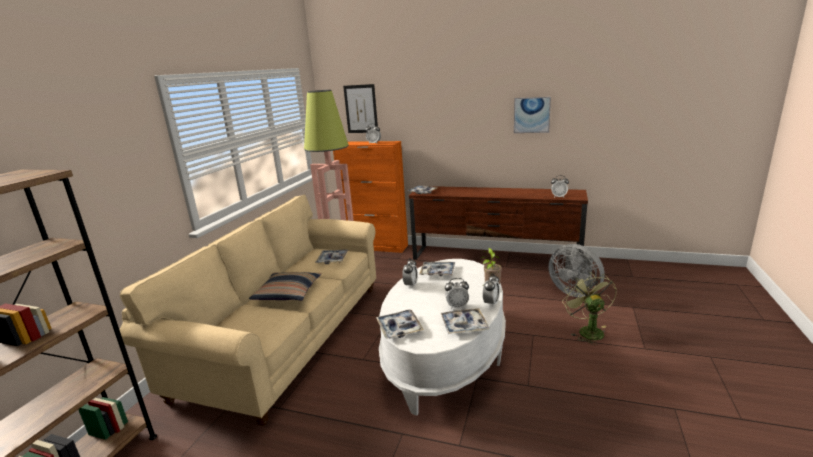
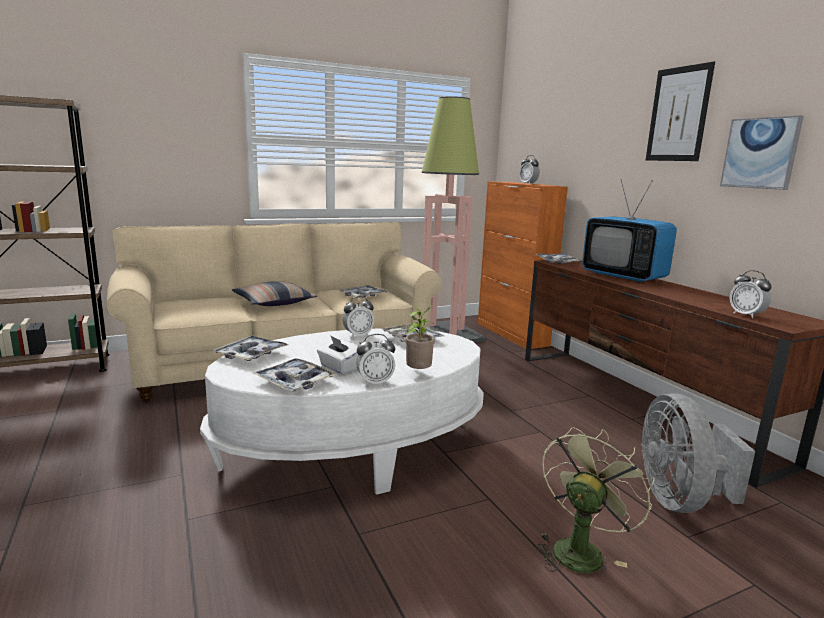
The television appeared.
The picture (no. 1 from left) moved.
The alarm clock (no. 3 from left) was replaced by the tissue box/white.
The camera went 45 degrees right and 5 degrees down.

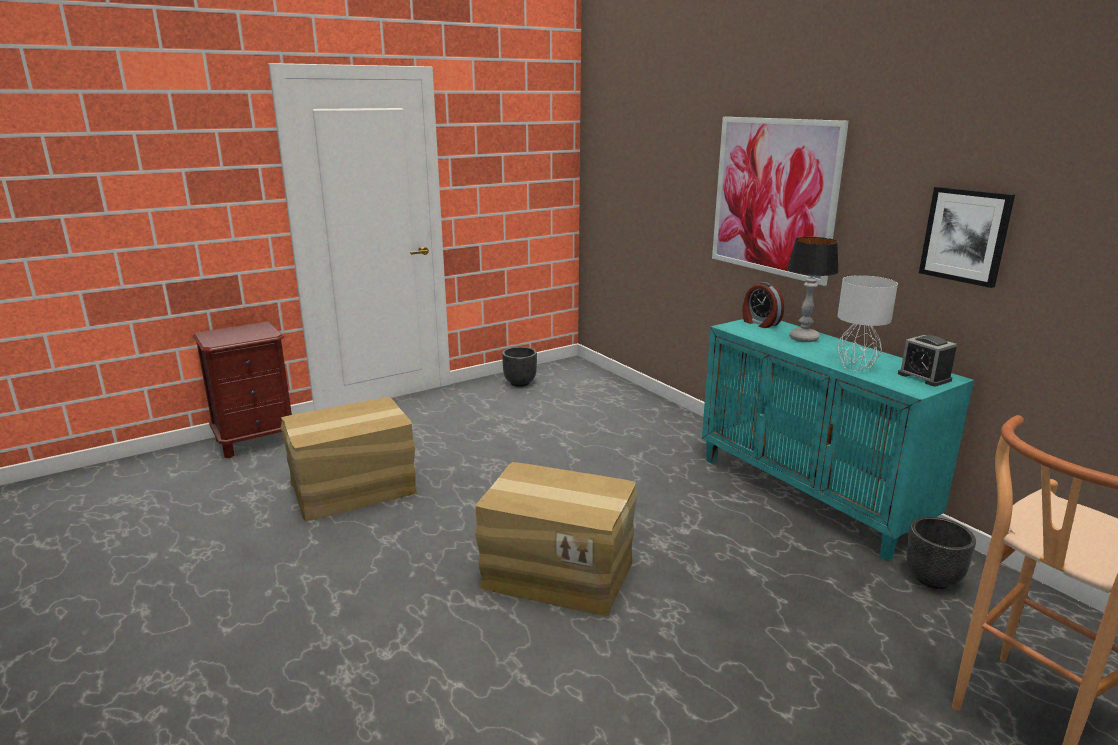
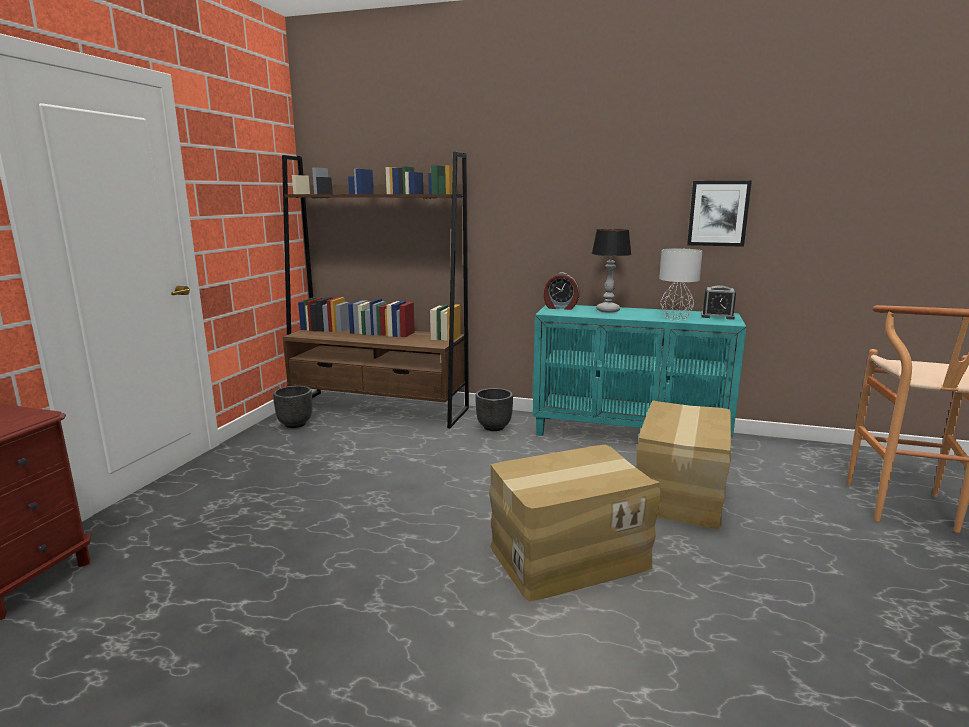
The picture (no. 1 from left) disappeared.
The bookcase/brown appeared.
The cardboard box (no. 1 from left in the first image) moved.
The planter/black (no. 2 from left) moved.
The camera went 40 degrees left and 5 degrees down.

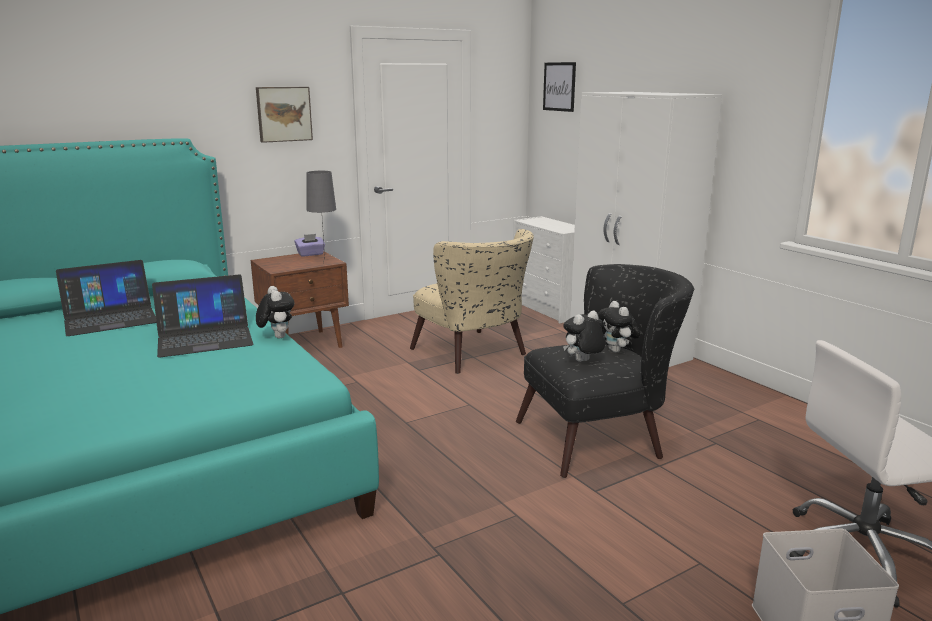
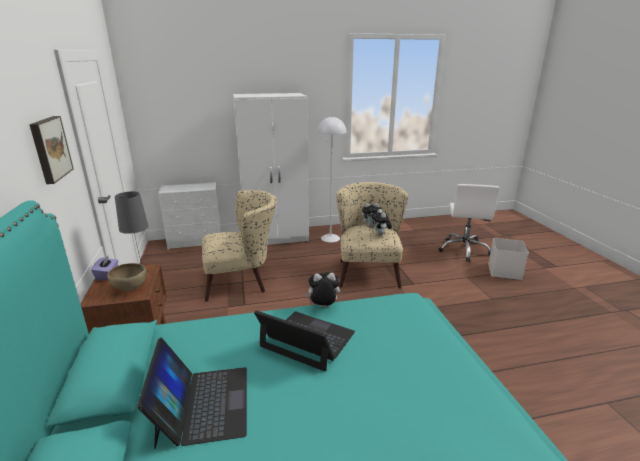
The picture (no. 2 from left) disappeared.
The bowl/brown appeared.
The floor lamp/white appeared.
The armchair/black became the armchair/beige (no. 2 from left).
The laptop (no. 2 from left) turned 60 degrees counterclockwise.
The camera went 70 degrees left and 5 degrees up.

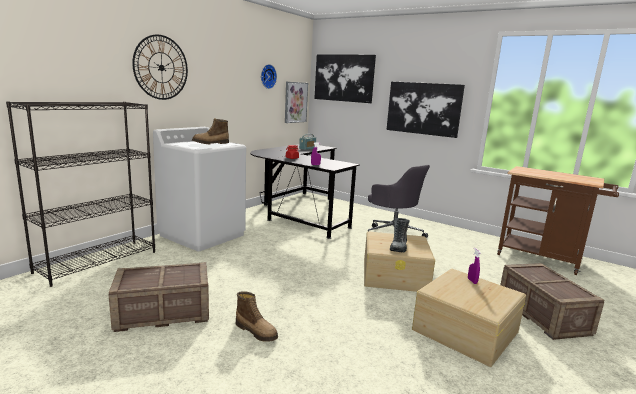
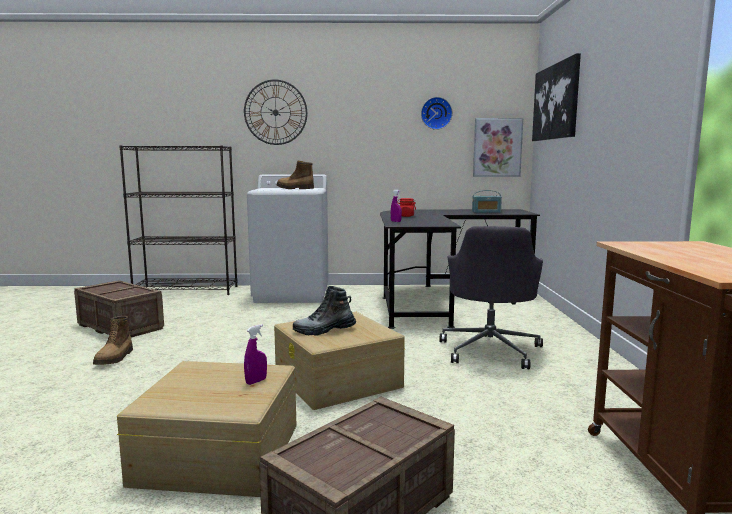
The picture (no. 3 from left) disappeared.
The camera went 55 degrees right and 5 degrees down.

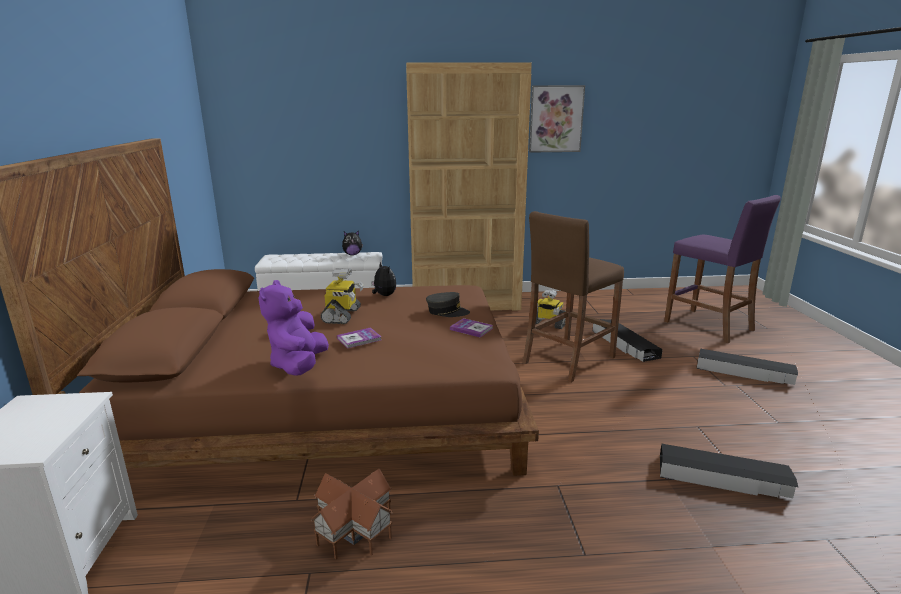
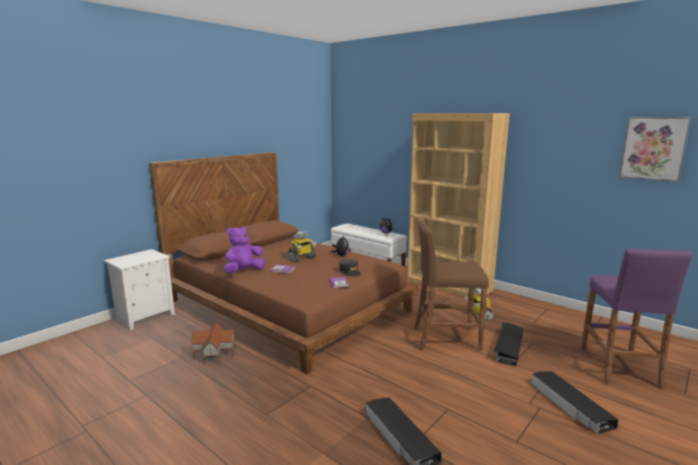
The picture moved.
The camera went 45 degrees right and 5 degrees down.

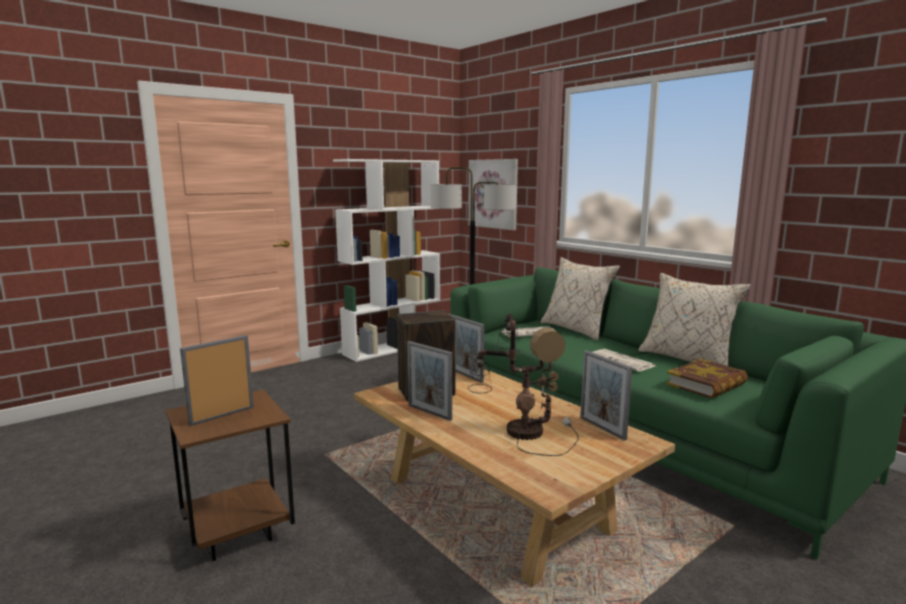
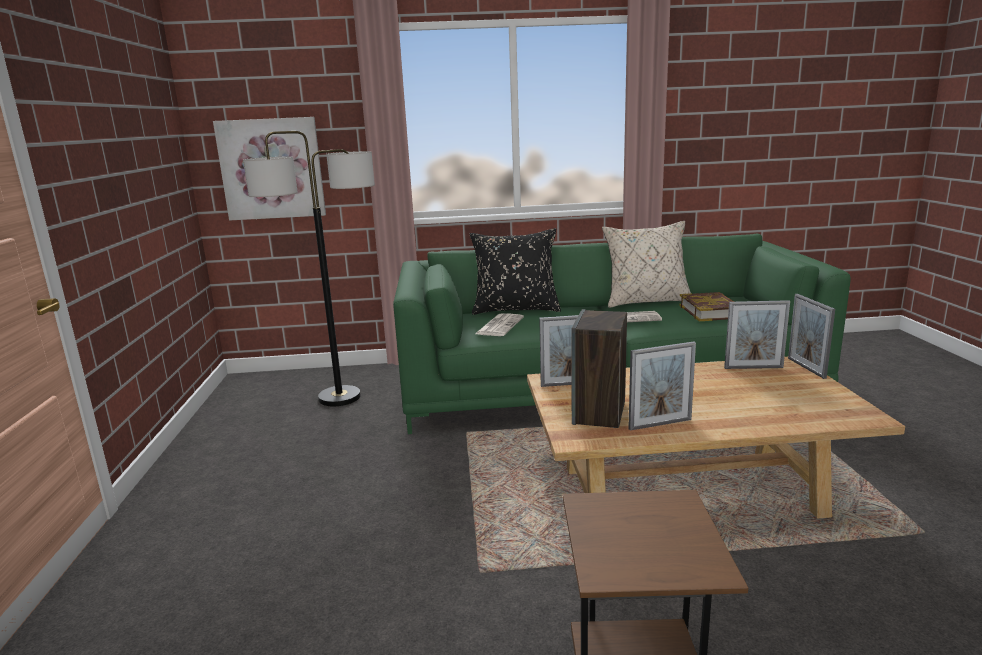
The bookcase/white disappeared.
The table lamp disappeared.
The picture frame (no. 1 from left in the first image) moved.
The pillow/beige (no. 1 from left) became the pillow/black.
The camera went 55 degrees left and 5 degrees up.

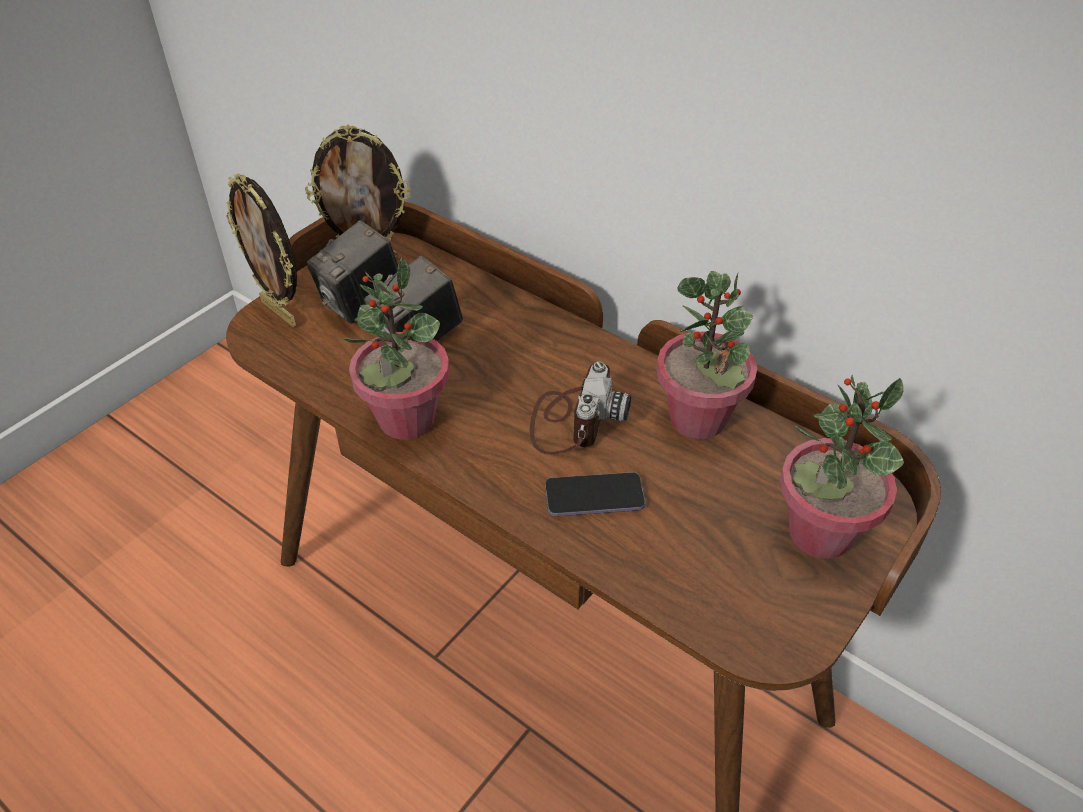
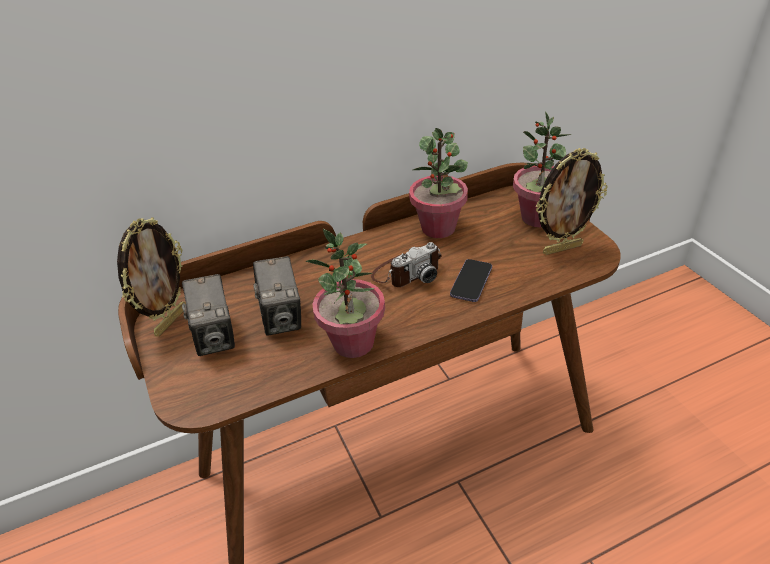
The picture frame (no. 1 from left in the first image) moved.
The photo camera (no. 3 from left) turned 105 degrees clockwise.
The camera went 60 degrees left and 5 degrees down.

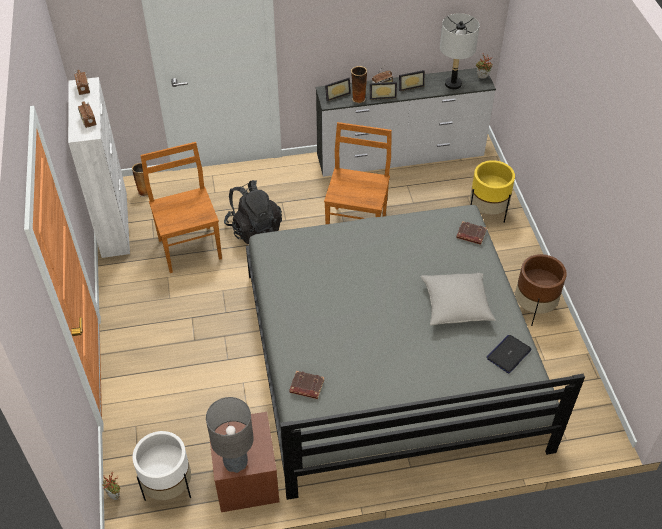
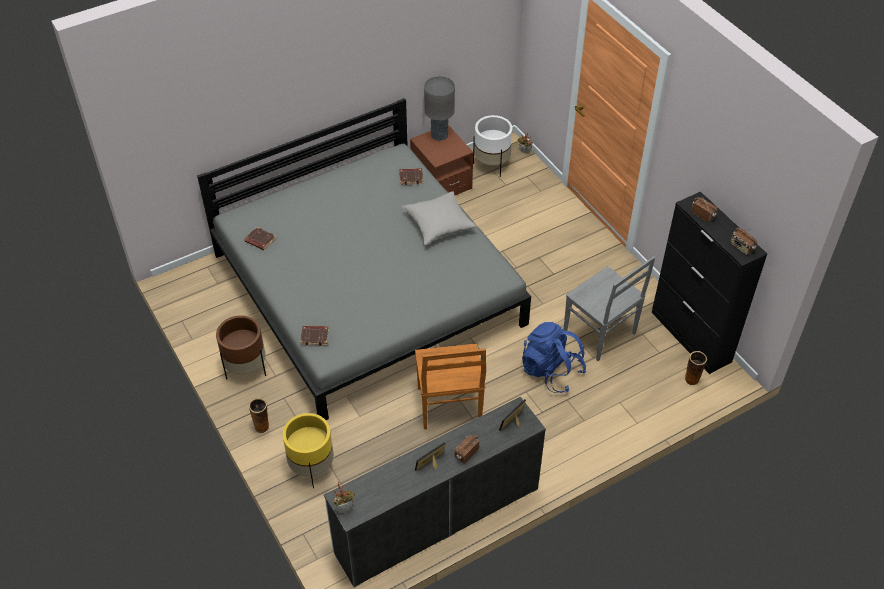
The picture frame (no. 2 from left) disappeared.
The table lamp/grey (no. 2 from left) disappeared.
The vase (no. 2 from left in the first image) moved.
The pillow/grey moved.
The laptop was replaced by the book/brown (no. 1 from left).
The cabinet/white became the cabinet/black.
The chair/brown (no. 1 from left) became the chair/grey.
The backpack/black became the backpack/blue.
The camera went 160 degrees right and 0 degrees up.

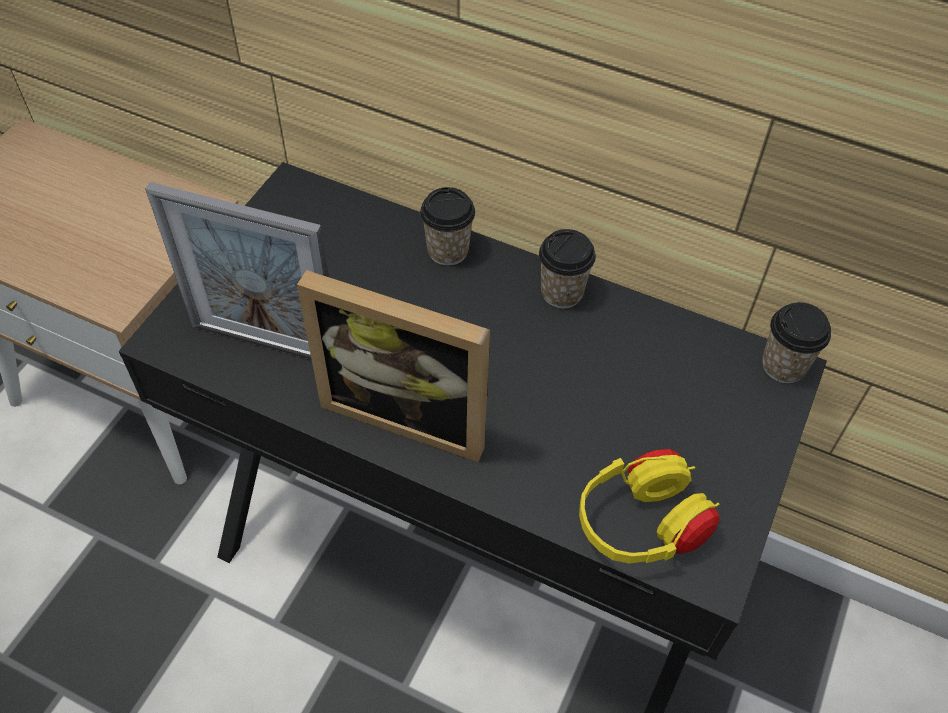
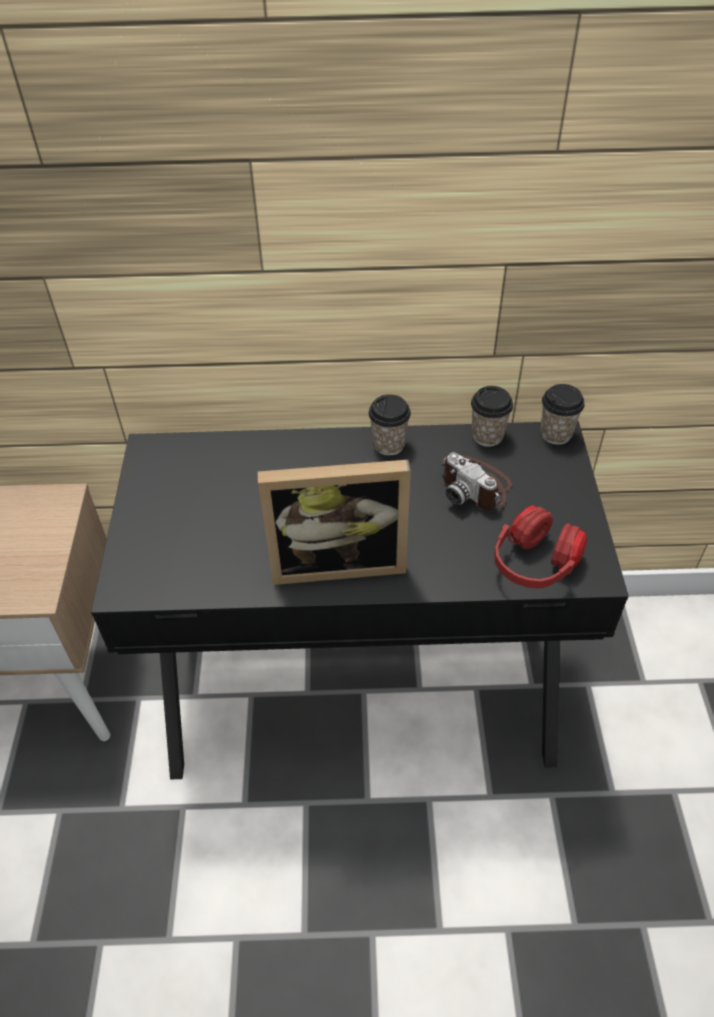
The picture frame (no. 1 from left) disappeared.
The photo camera appeared.
The cup (no. 1 from left in the first image) moved.
The headphones/yellow became the headphones/red.
The camera went 25 degrees left and 5 degrees down.

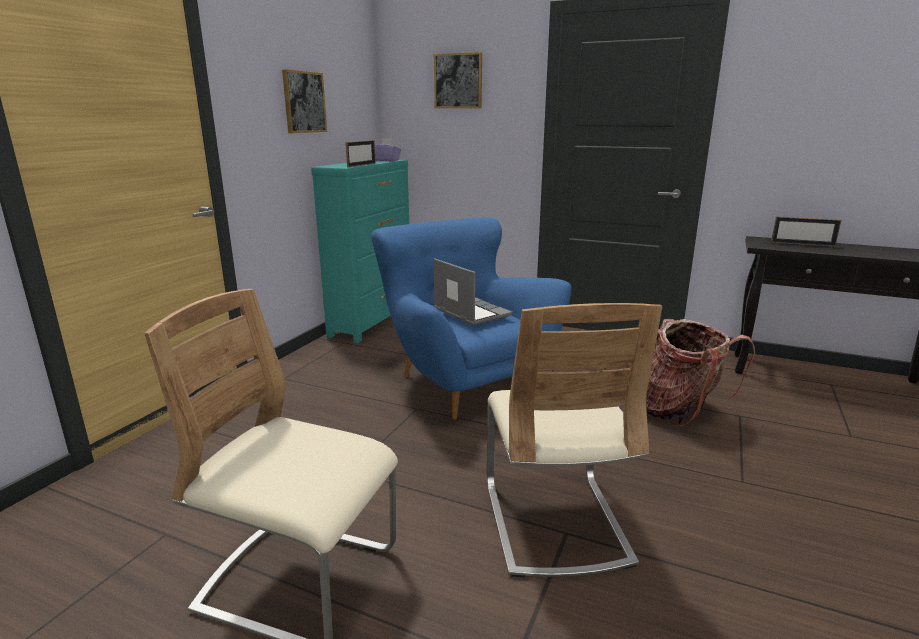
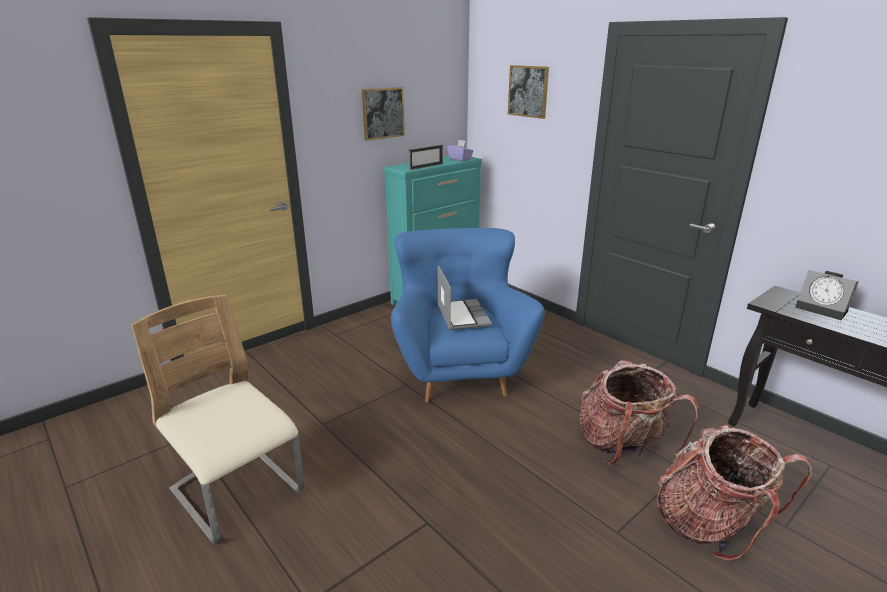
The chair/beige (no. 2 from left) disappeared.
The backpack (no. 2 from left) appeared.
The picture frame (no. 2 from left) was replaced by the alarm clock.
The camera went 25 degrees right and 5 degrees up.

